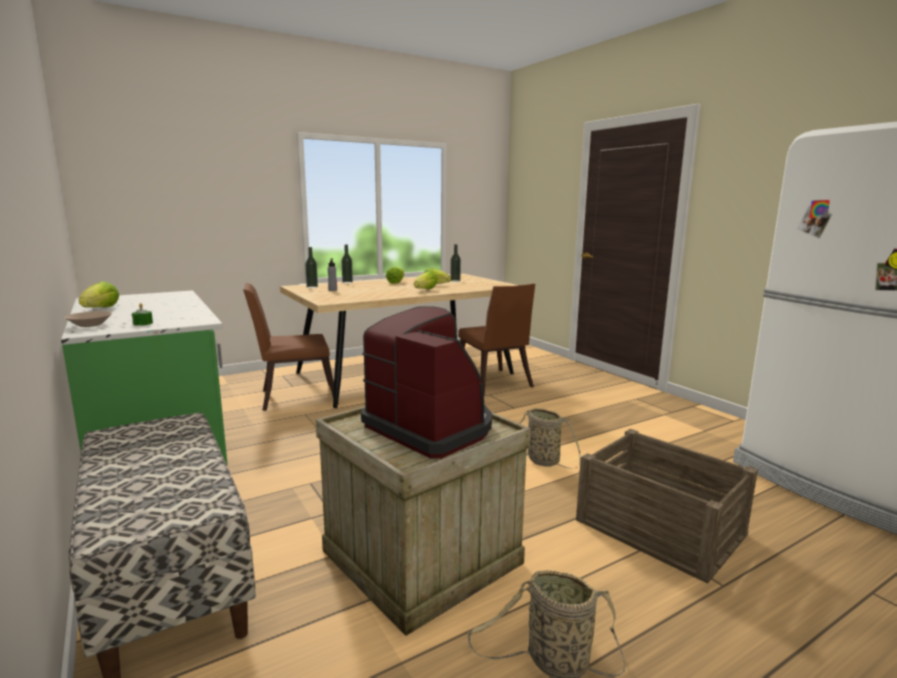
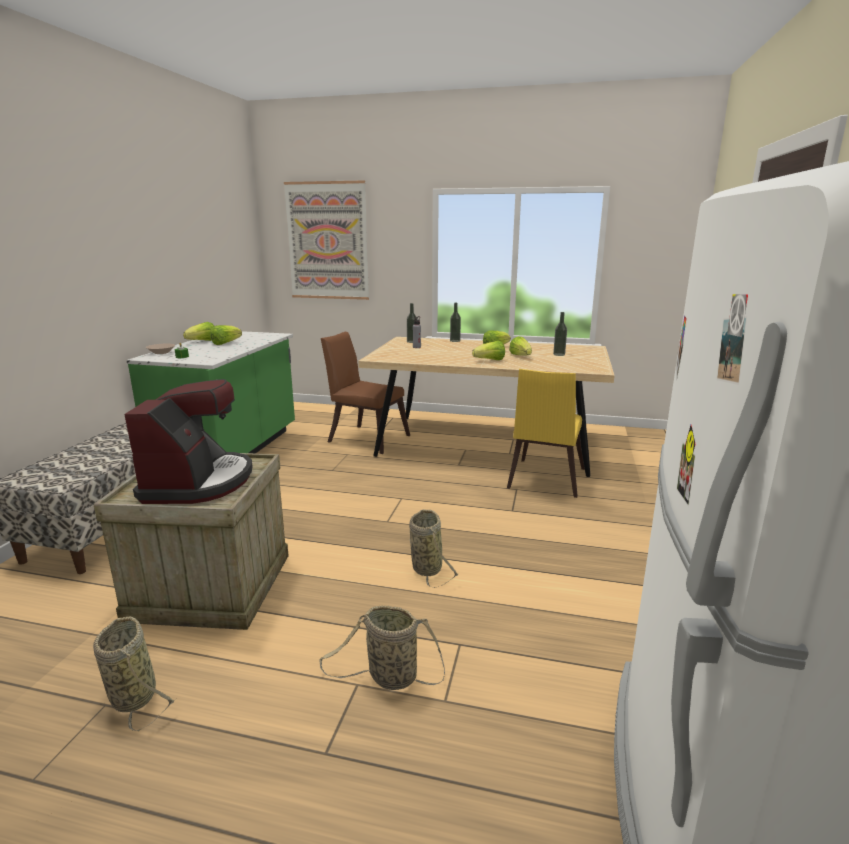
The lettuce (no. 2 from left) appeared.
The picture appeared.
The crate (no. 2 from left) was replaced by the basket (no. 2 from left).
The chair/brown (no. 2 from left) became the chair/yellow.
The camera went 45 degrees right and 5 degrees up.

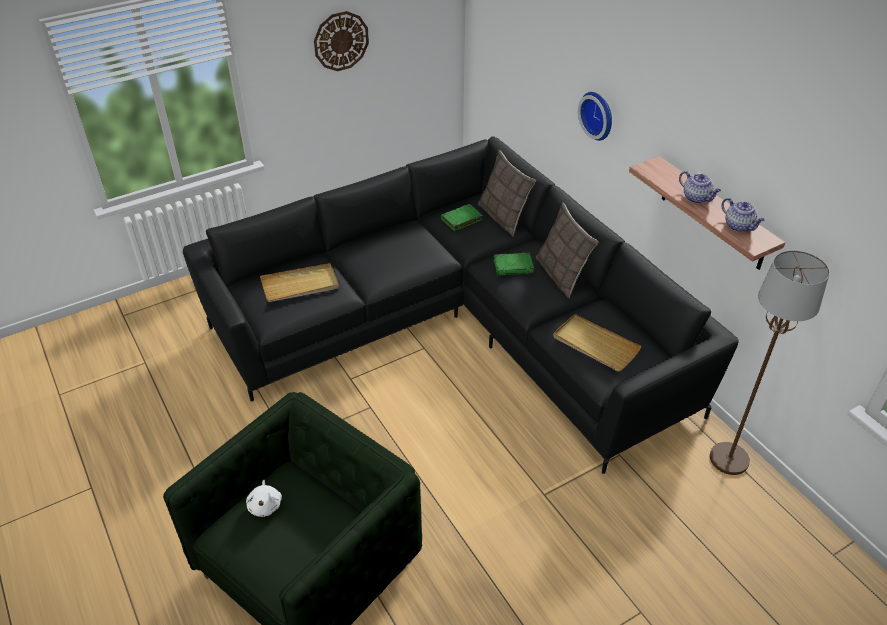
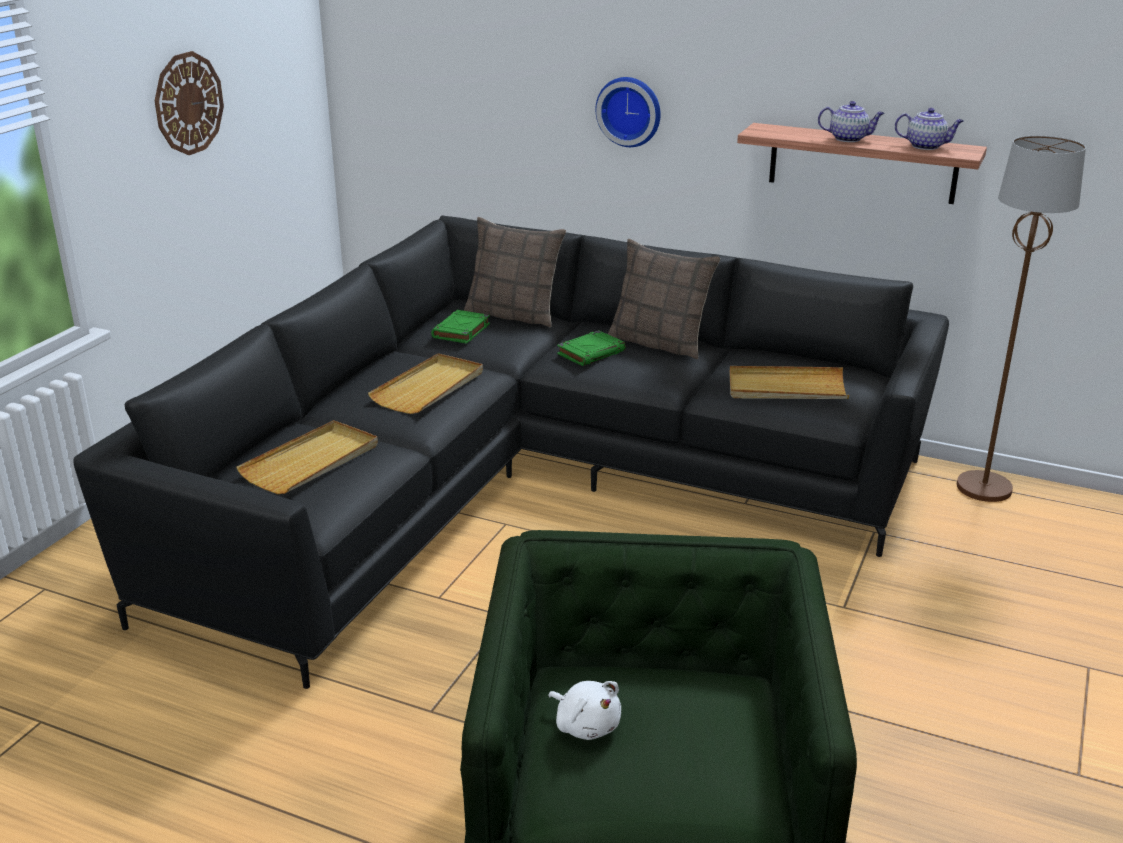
The tray/beige (no. 2 from left) appeared.
The camera went 35 degrees left and 15 degrees down.

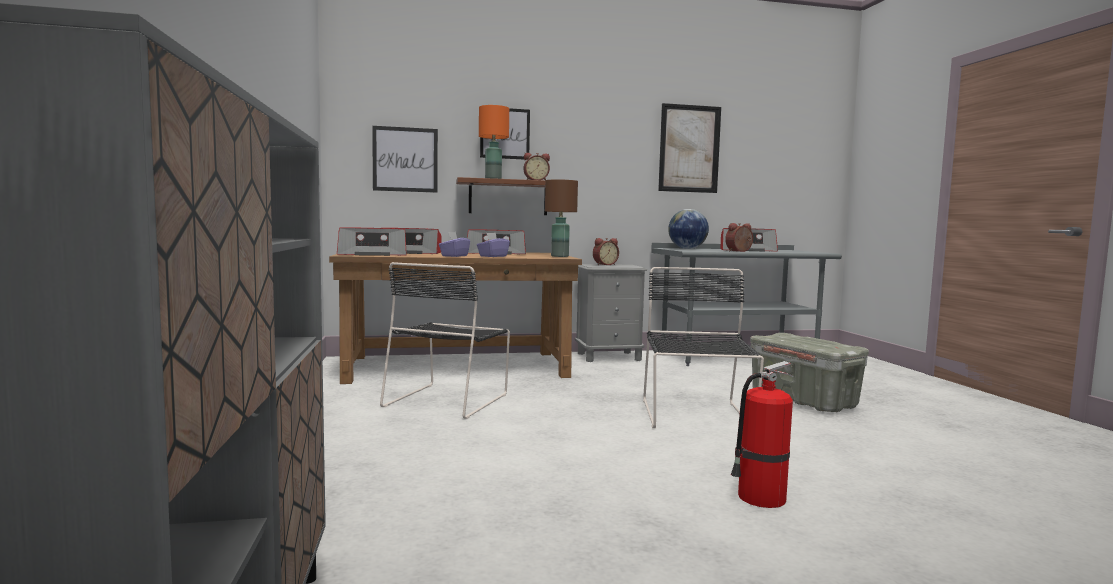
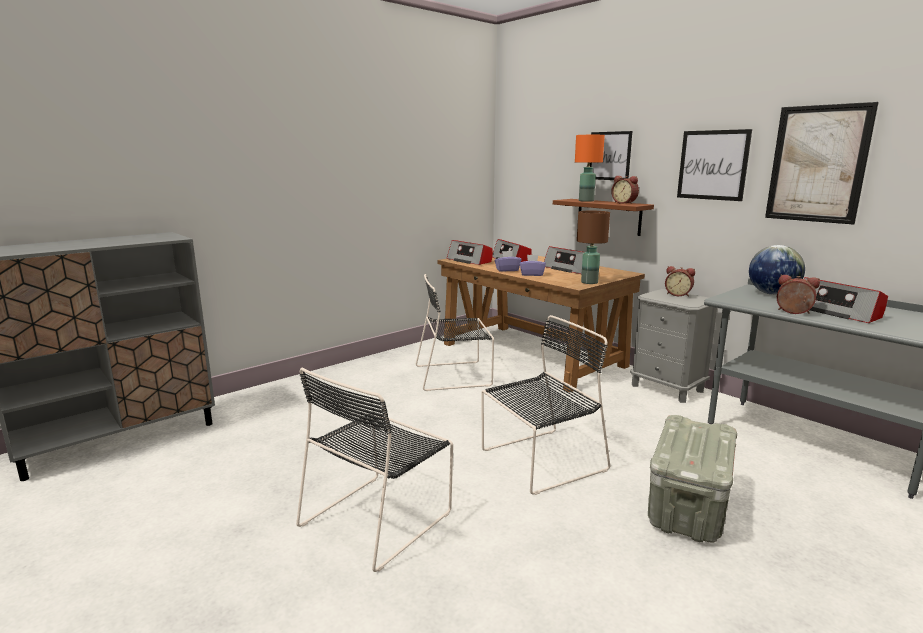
The picture (no. 1 from left in the first image) moved.
The fire extinguisher was replaced by the chair/black (no. 1 from left).
The camera went 60 degrees right and 10 degrees up.

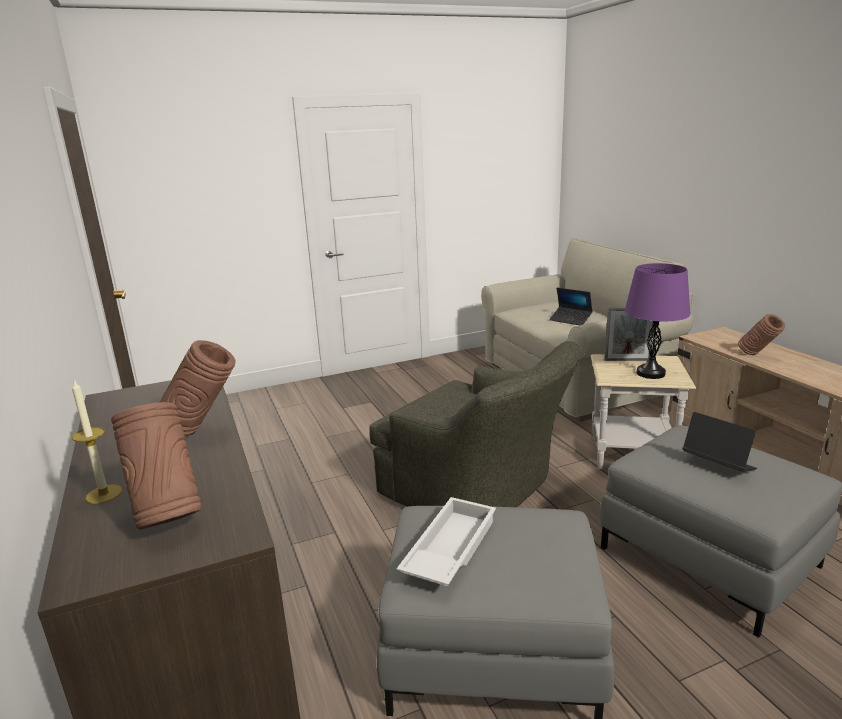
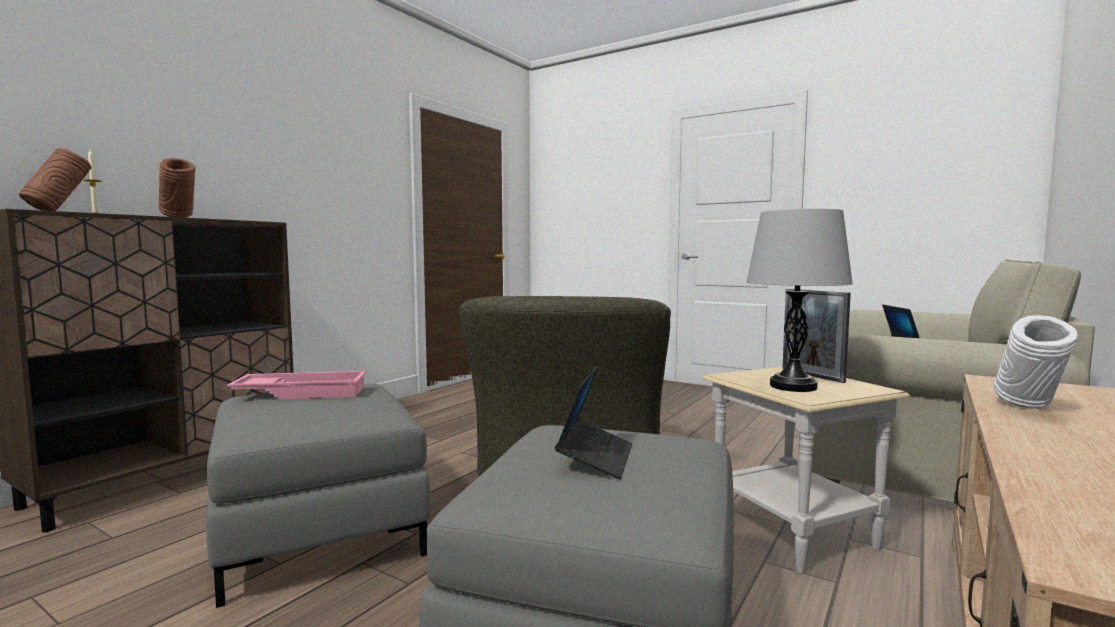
The tray/white became the tray/pink.
The table lamp/purple became the table lamp/grey.
The vase/brown (no. 3 from left) became the vase/white.
The camera went 55 degrees right and 15 degrees down.

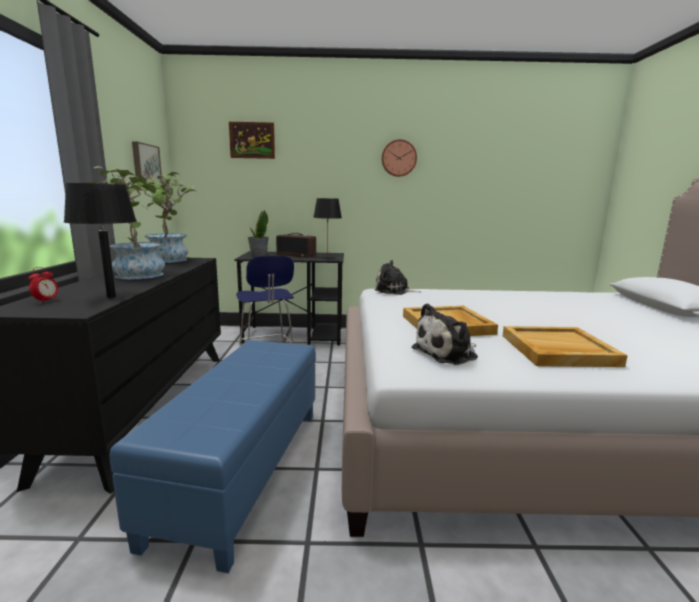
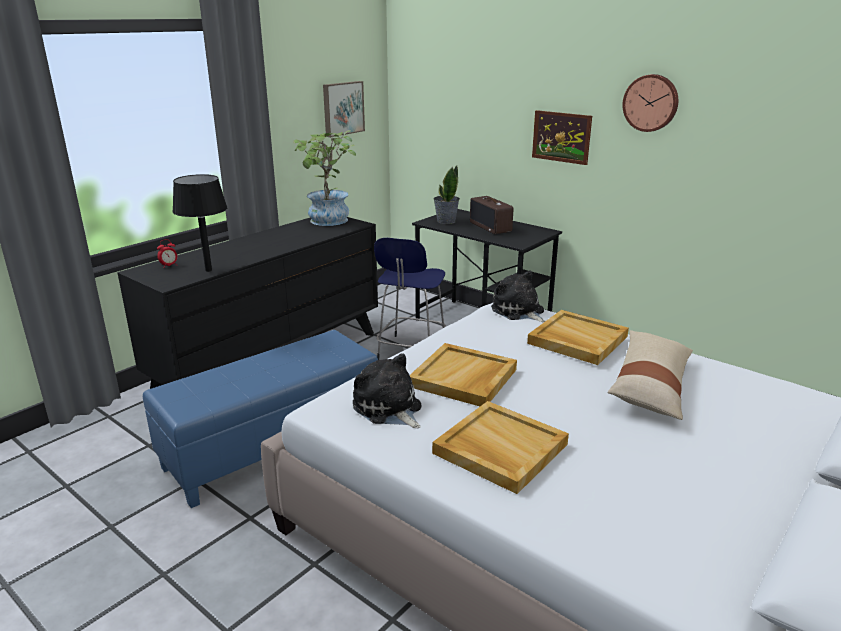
The potted plant (no. 1 from left) disappeared.
The table lamp/black (no. 2 from left) disappeared.
The tray/beige (no. 3 from left) appeared.
The pillow/beige appeared.
The picture (no. 2 from left) moved.
The plush toy (no. 2 from left in the first image) turned 45 degrees clockwise.
The camera went 40 degrees right and 10 degrees up.

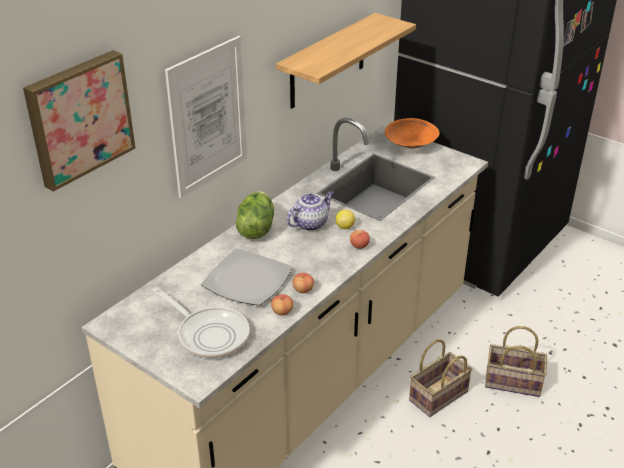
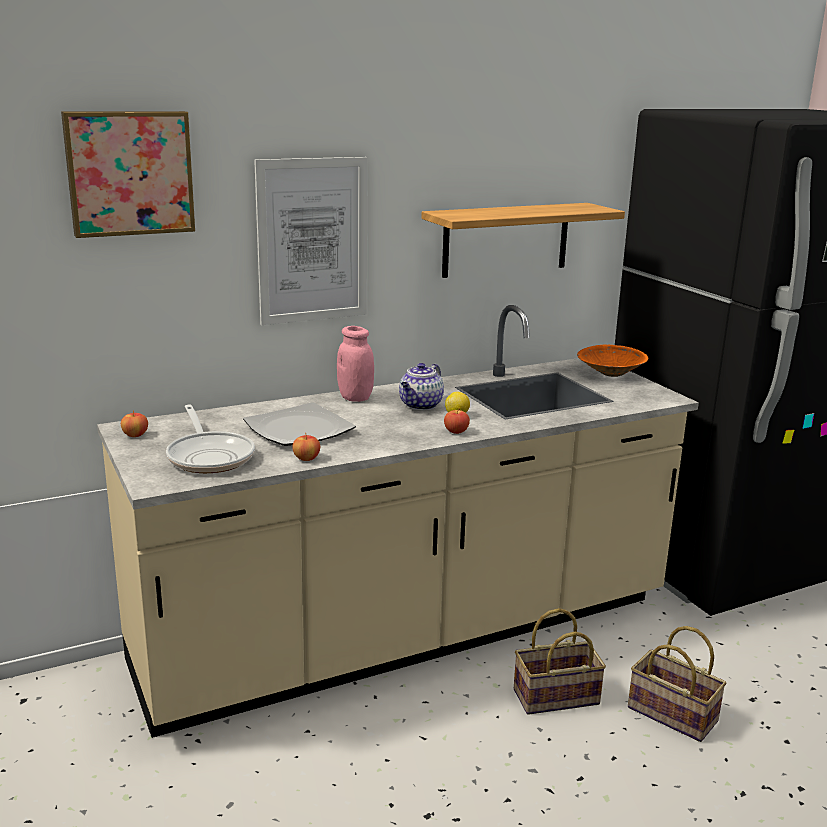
The apple (no. 2 from left in the first image) moved.
The lettuce was replaced by the jar/pink.
The teapot turned 135 degrees clockwise.
The camera went 25 degrees right and 15 degrees down.

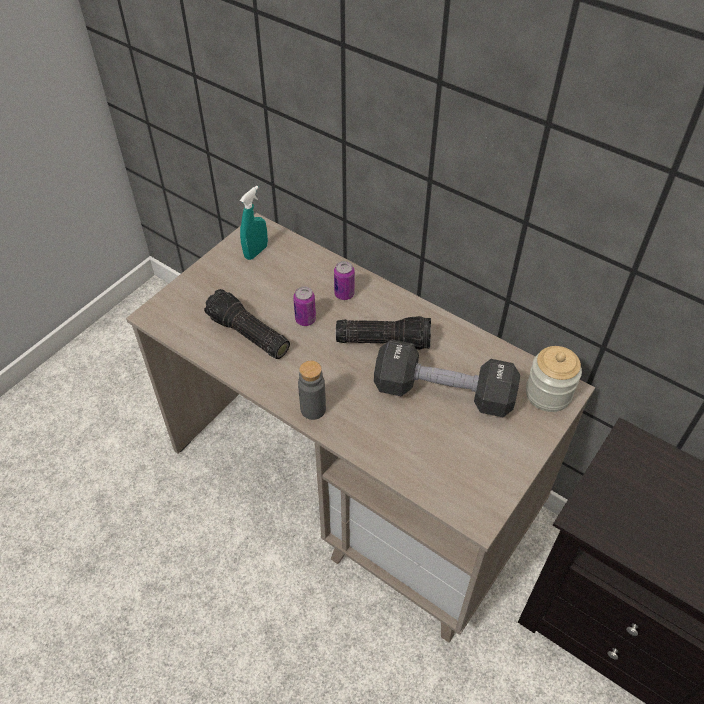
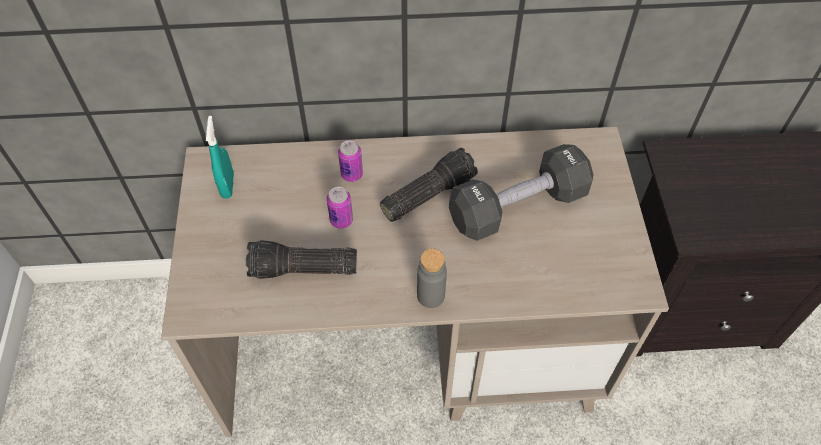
The jar disappeared.
The camera went 40 degrees left and 5 degrees up.

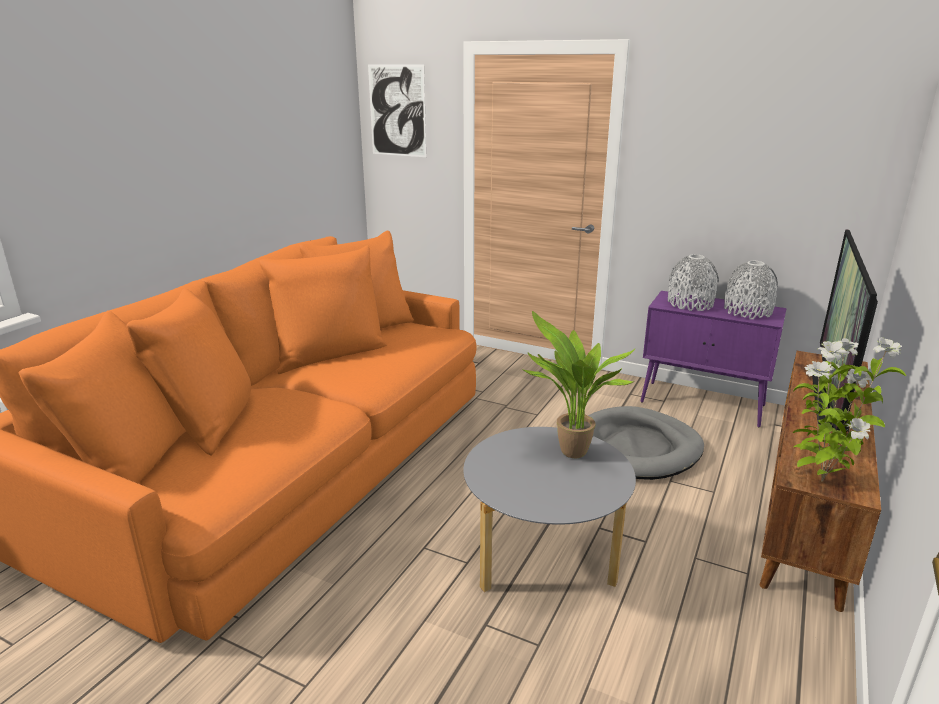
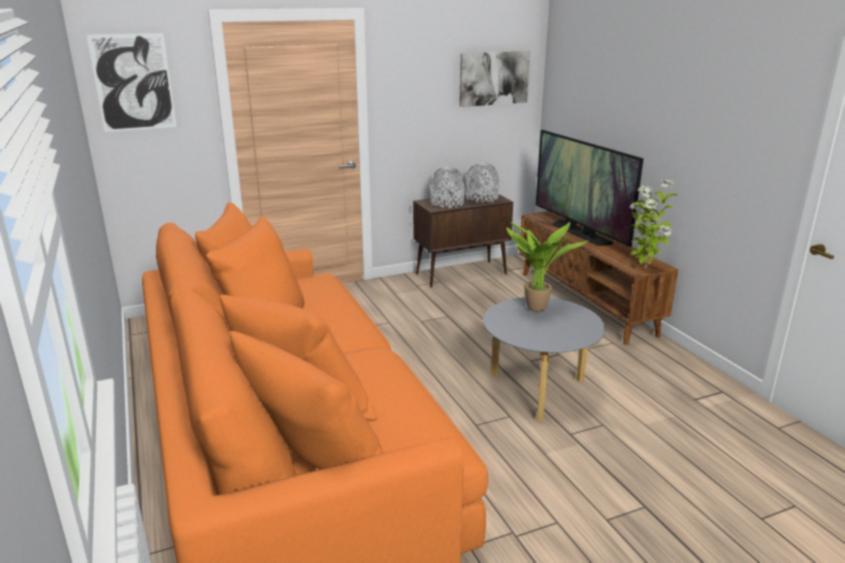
The dog bed/grey disappeared.
The picture (no. 2 from left) appeared.
The cabinet/purple became the cabinet/brown.
The camera went 50 degrees left and 0 degrees up.

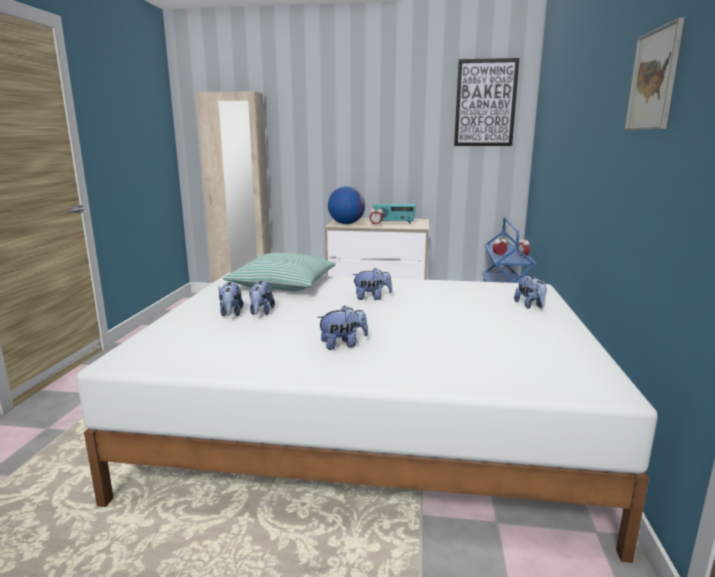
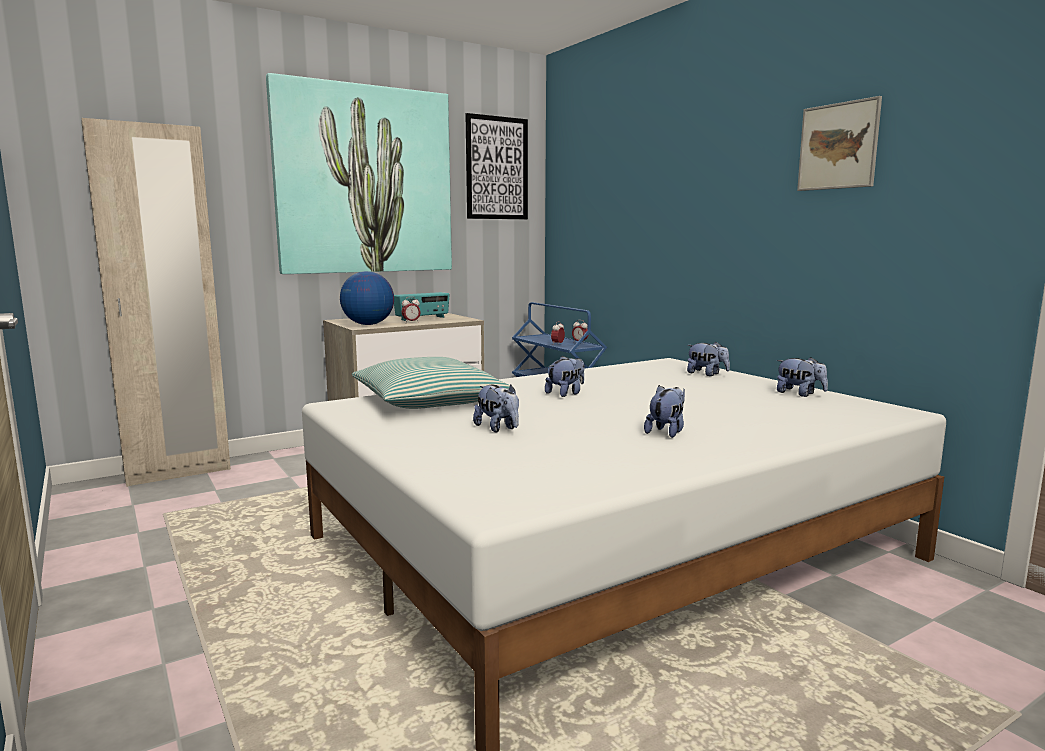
The picture (no. 1 from left) appeared.
The plush toy (no. 1 from left in the first image) moved.
The camera went 40 degrees left and 5 degrees down.

